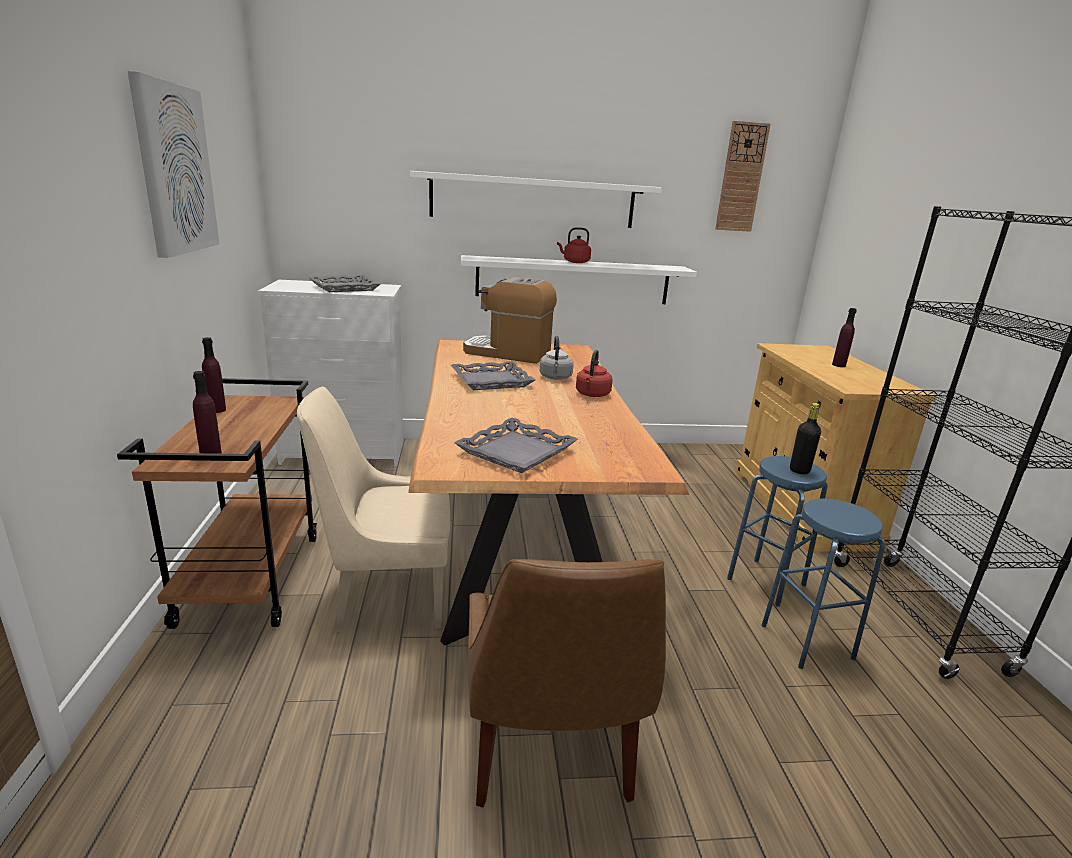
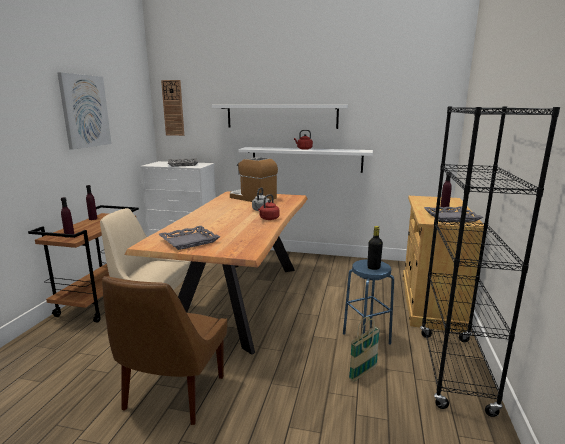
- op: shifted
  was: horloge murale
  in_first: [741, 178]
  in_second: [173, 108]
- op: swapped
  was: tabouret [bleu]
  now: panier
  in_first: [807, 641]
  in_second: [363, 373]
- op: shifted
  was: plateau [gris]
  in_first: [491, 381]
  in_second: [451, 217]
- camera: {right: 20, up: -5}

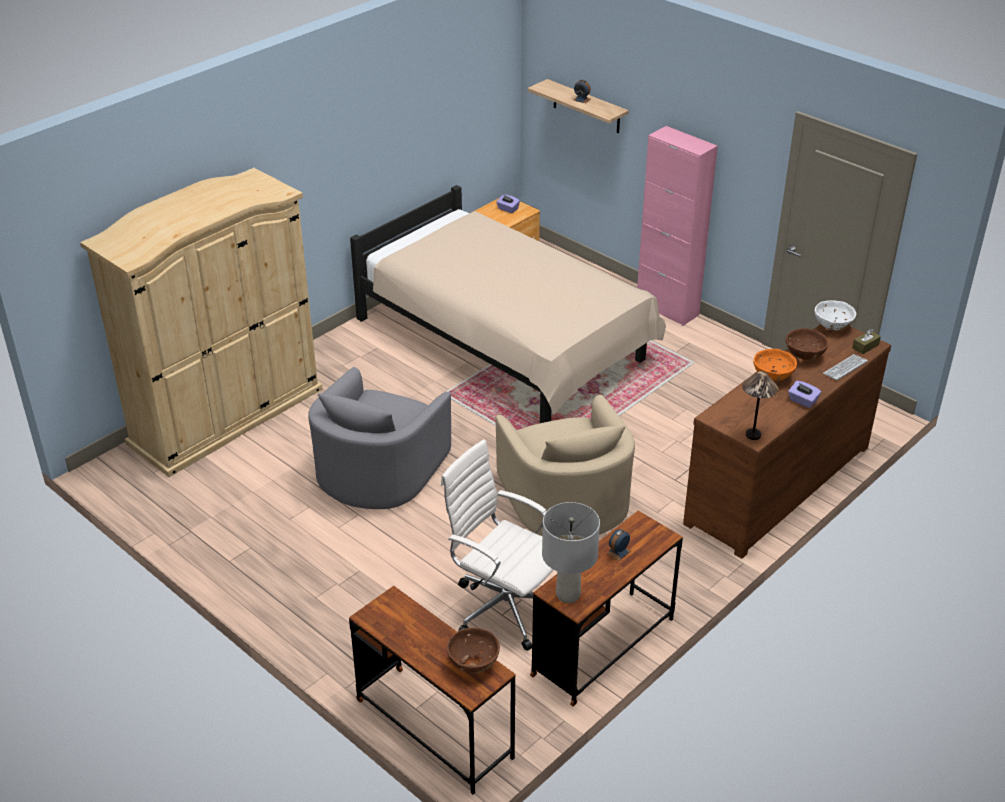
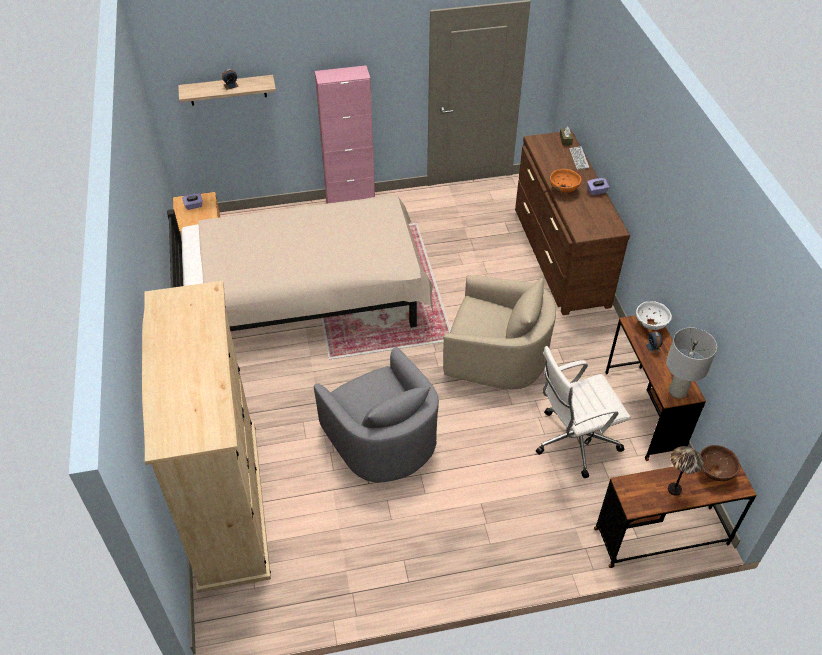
- op: shifted
  was: bol [blanc]
  in_first: [832, 327]
  in_second: [650, 324]
- op: shifted
  was: lampe de table
  in_first: [753, 435]
  in_second: [674, 489]
- op: gone
  was: bol [marron]
  in_first: [804, 356]
- camera: {right: -55, up: 10}

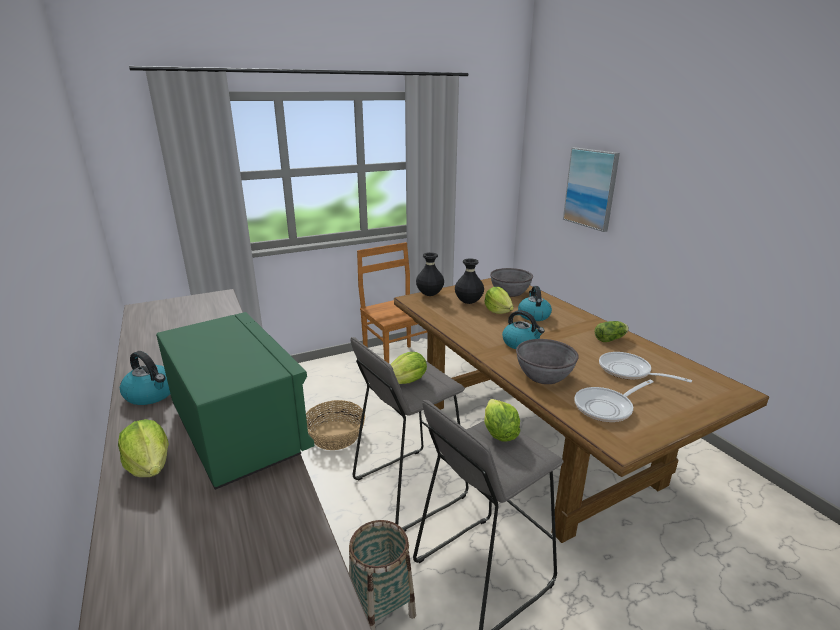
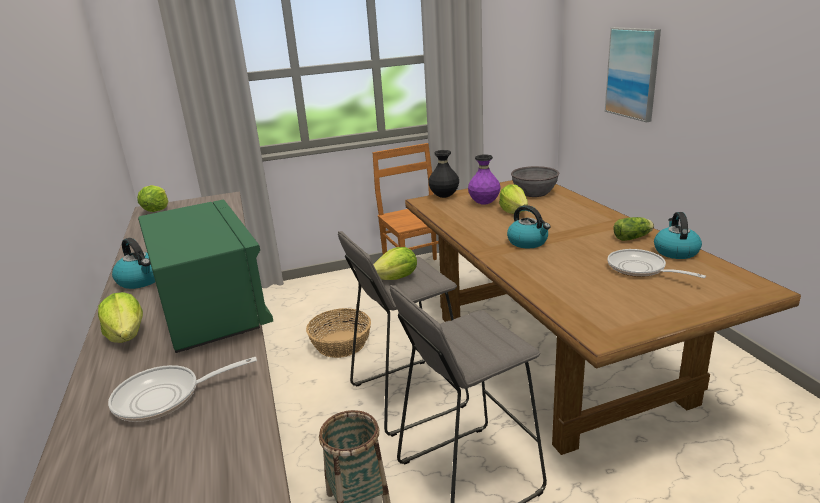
- op: shifted
  was: poêle
  in_first: [606, 407]
  in_second: [165, 397]
- op: shifted
  was: laitue
  in_first: [499, 434]
  in_second: [156, 210]
- op: repainted
  was: vase [noir]
  now: vase [violet]
  in_first: [468, 303]
  in_second: [484, 203]
- op: shifted
  was: bouilloire
  in_first: [533, 315]
  in_second: [675, 251]
- op: gone
  was: bol [gris]
  in_first: [544, 376]
- camera: {right: 10, up: 0}

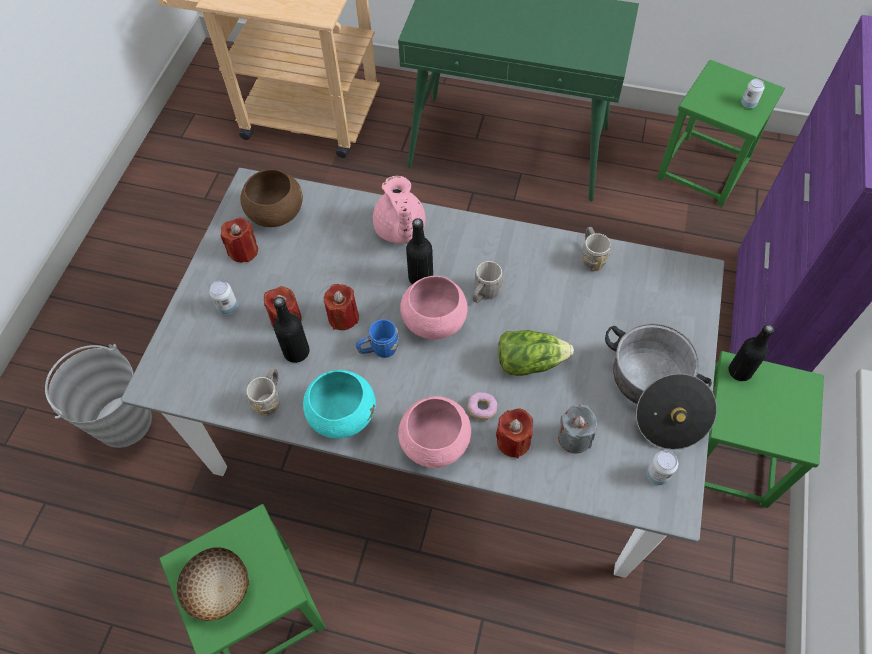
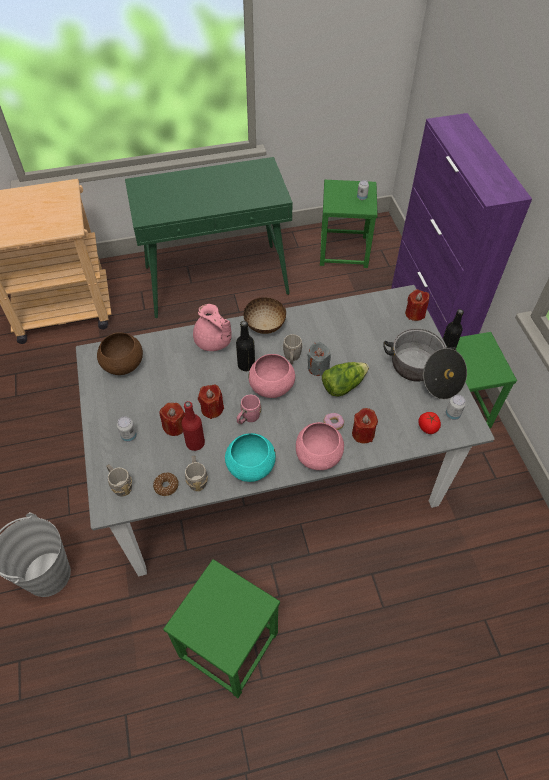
- op: shifted
  was: mug [gris]
  in_first: [591, 257]
  in_second: [120, 485]
- op: new
  now: beignet
  in_second: [166, 486]
- op: repainted
  was: bouteille [noir]
  now: bouteille [rouge]
  in_first: [296, 352]
  in_second: [195, 443]
- op: repainted
  was: mug [bleu]
  now: mug [rose]
  in_first: [379, 350]
  in_second: [248, 418]
- op: shifted
  was: bol
  in_first: [219, 591]
  in_second: [265, 326]
- op: shifted
  was: bougie [gris]
  in_first: [574, 437]
  in_second: [318, 367]
- op: shifted
  was: bougie [rouge]
  in_first: [243, 251]
  in_second: [415, 313]
- op: new
  now: tomate
  in_second: [428, 427]
- camera: {right: -30, up: -5}

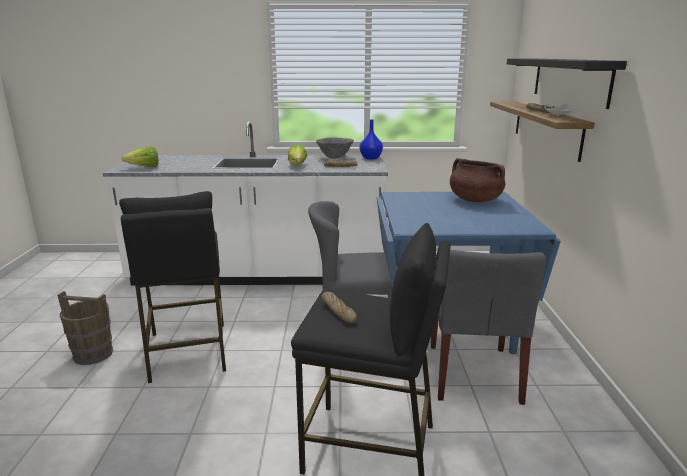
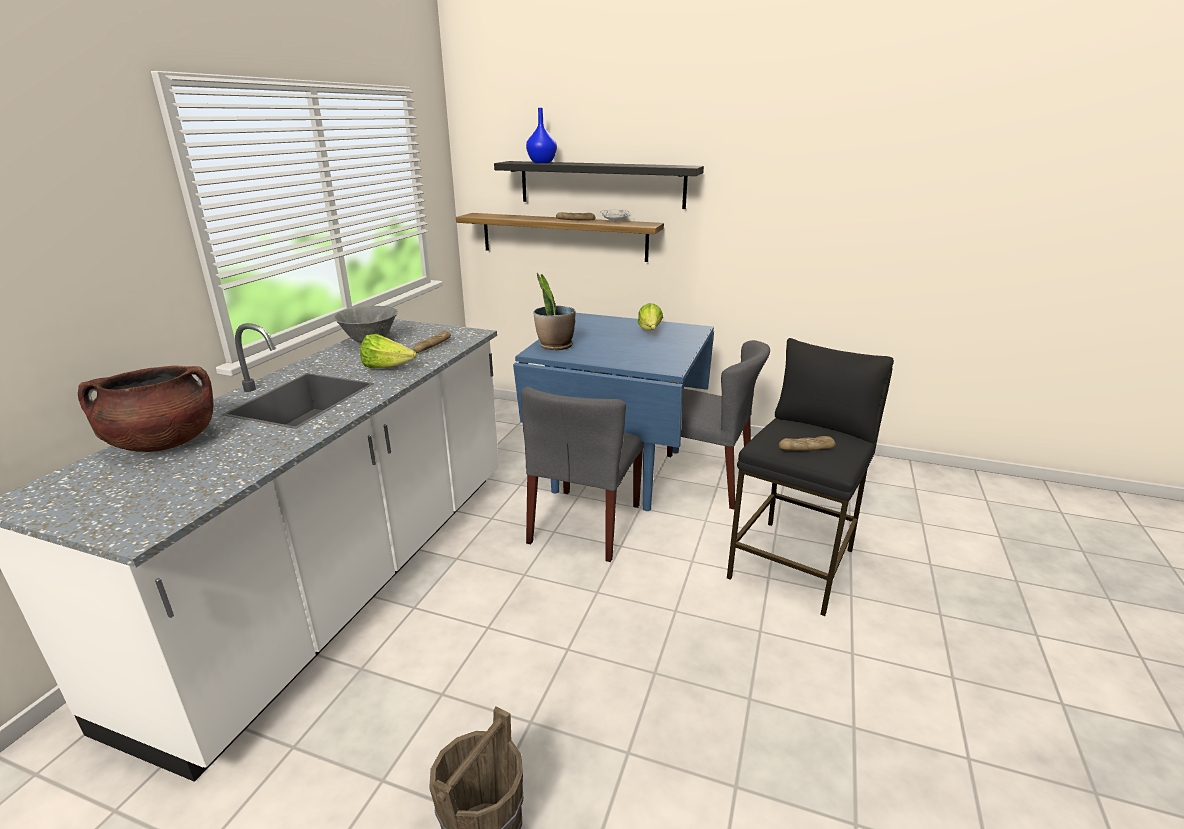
- op: shifted
  was: marmite [marron]
  in_first: [474, 200]
  in_second: [164, 443]
- op: shifted
  was: vase [bleu]
  in_first: [370, 158]
  in_second: [542, 162]
- op: new
  now: plante en pot
  in_second: [555, 346]
- op: shifted
  was: laitue
  in_first: [145, 167]
  in_second: [650, 331]
- op: gone
  was: tabouret [noir]
  in_first: [187, 351]
- camera: {right: -70, up: 5}

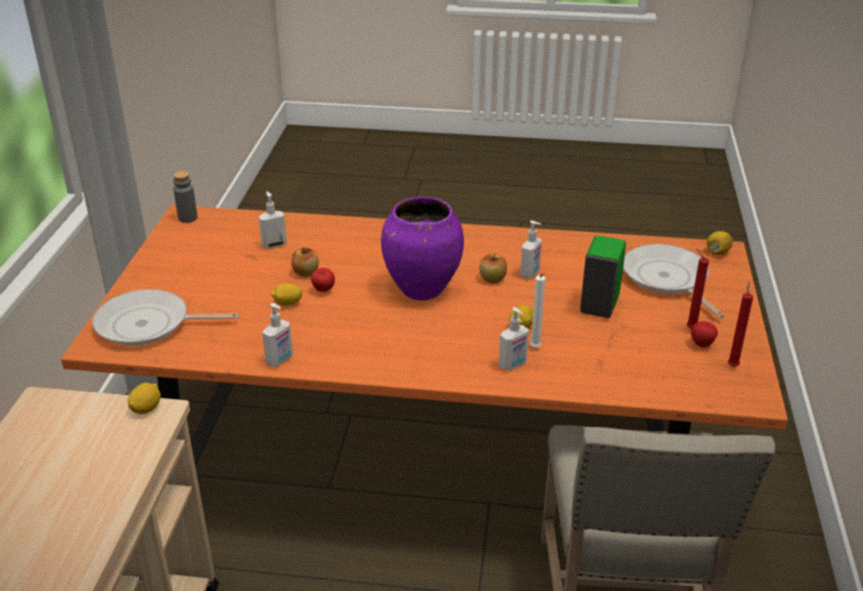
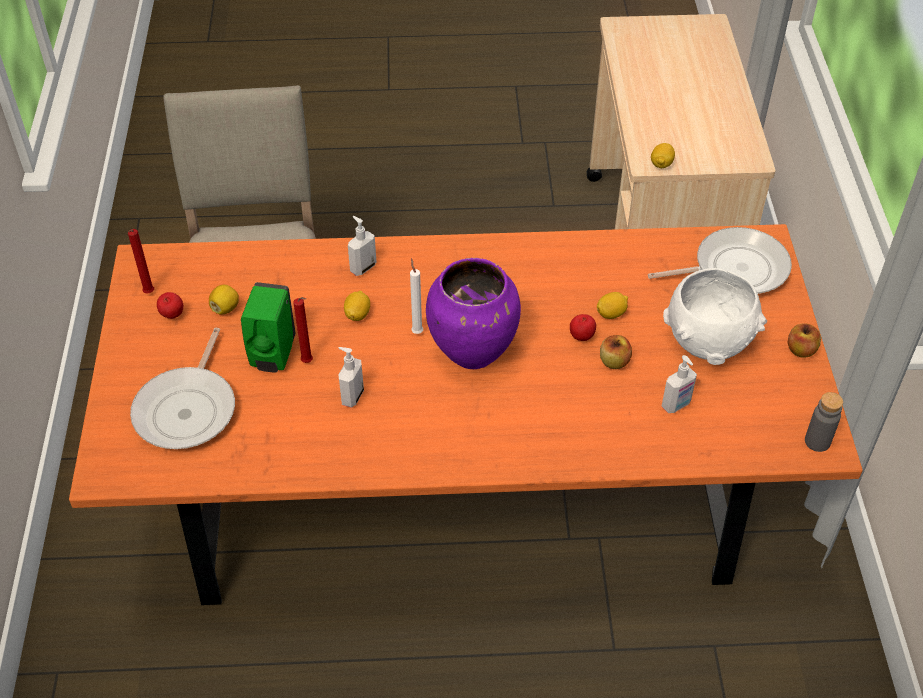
- op: rotated
  was: poêle
  in_first: [667, 279]
  in_second: [188, 409]
  clockwise: 45
- op: shifted
  was: citron
  in_first: [717, 252]
  in_second: [225, 308]
- op: shifted
  was: bougie [rouge]
  in_first: [689, 328]
  in_second: [308, 362]
- op: shifted
  was: bougie [blanc]
  in_first: [535, 348]
  in_second: [416, 331]
- op: new
  now: bol [blanc]
  in_second: [707, 341]
- op: shifted
  was: pomme
  in_first: [492, 279]
  in_second: [801, 350]
- op: gone
  was: distributeur de savon
  in_first: [280, 360]
- camera: {right: 170, up: 15}

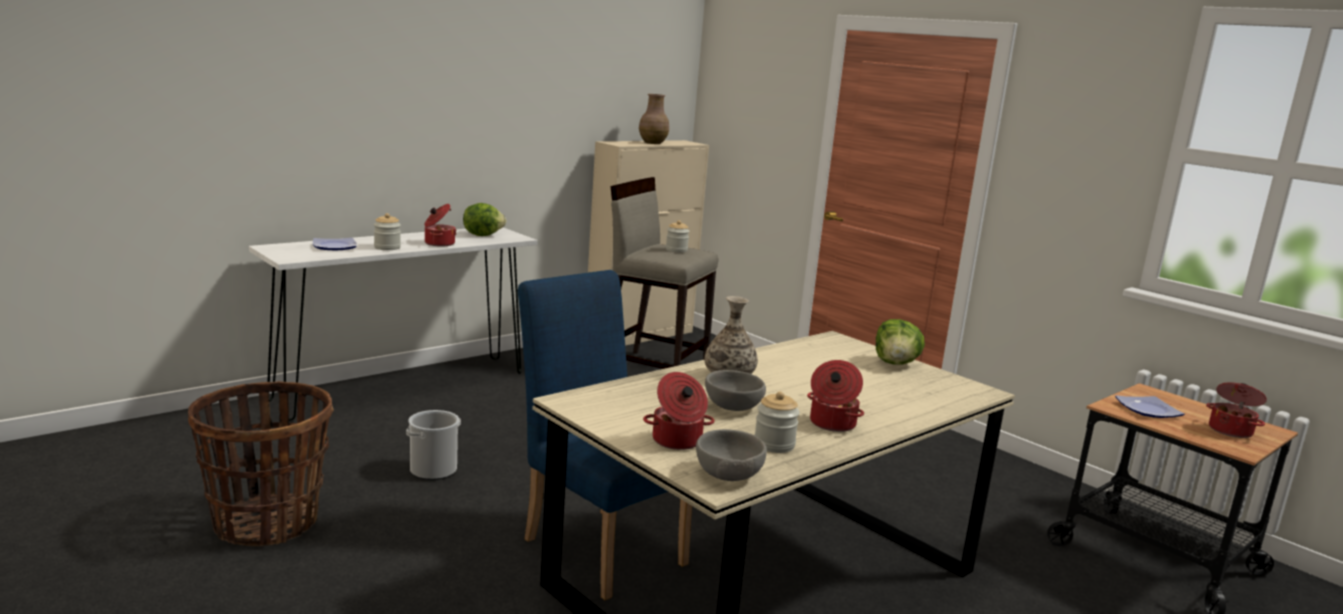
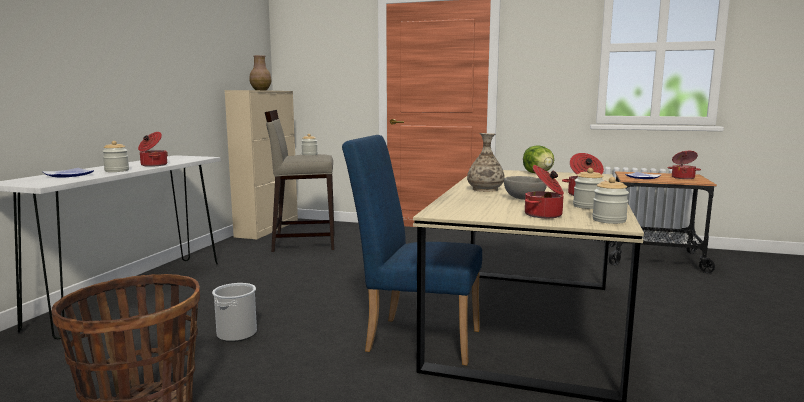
- op: swapped
  was: bol [gris]
  now: bocal
  in_first: [730, 474]
  in_second: [609, 220]
- op: gone
  was: laitue
  in_first: [482, 235]
- camera: {right: -30, up: -5}

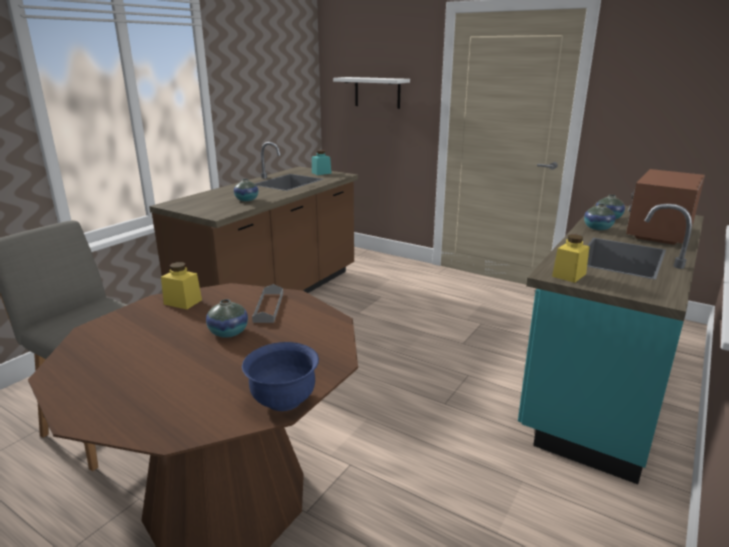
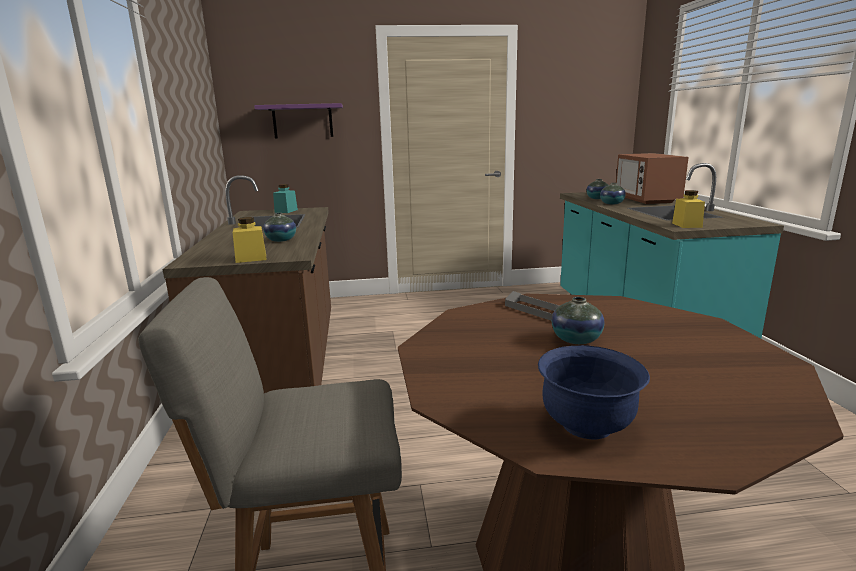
- op: shifted
  was: bocal [jaune]
  in_first: [183, 302]
  in_second: [251, 258]
- op: repainted
  was: étagère [blanc]
  now: étagère [violet]
  in_first: [377, 92]
  in_second: [302, 121]
- op: shifted
  was: bol [bleu]
  in_first: [283, 400]
  in_second: [586, 426]
- camera: {right: -40, up: -5}

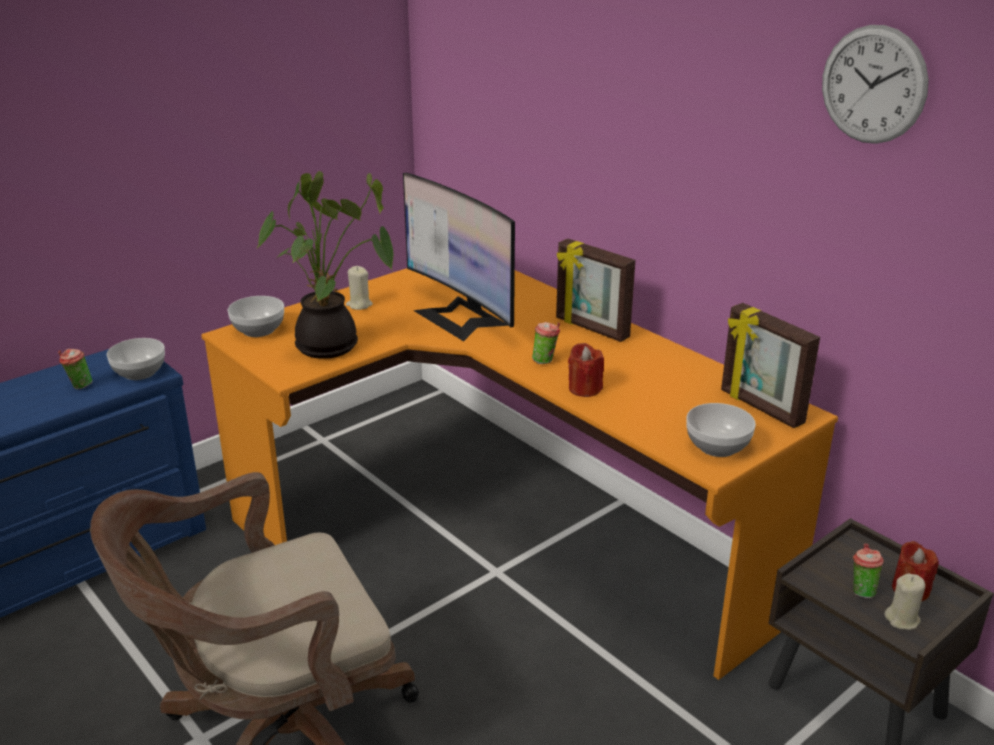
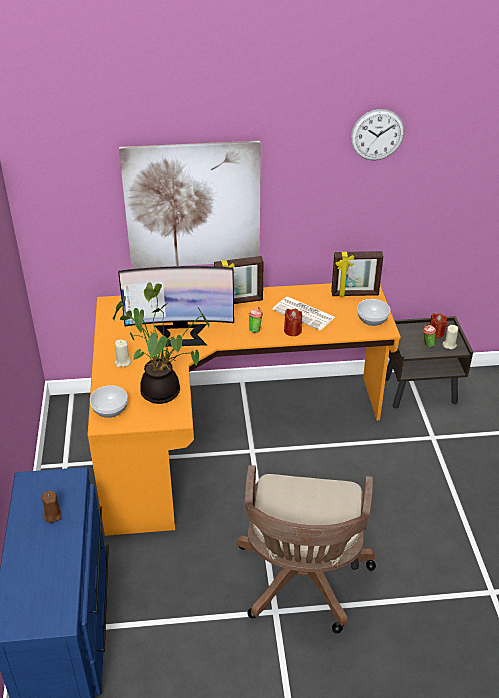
- op: swapped
  was: tasse
  now: bougie [marron]
  in_first: [79, 386]
  in_second: [52, 515]
- op: new
  now: tableau
  in_second: [193, 206]
- op: new
  now: journal
  in_second: [304, 314]
- op: gone
  was: bol
  in_first: [139, 373]
- camera: {right: -55, up: 10}

